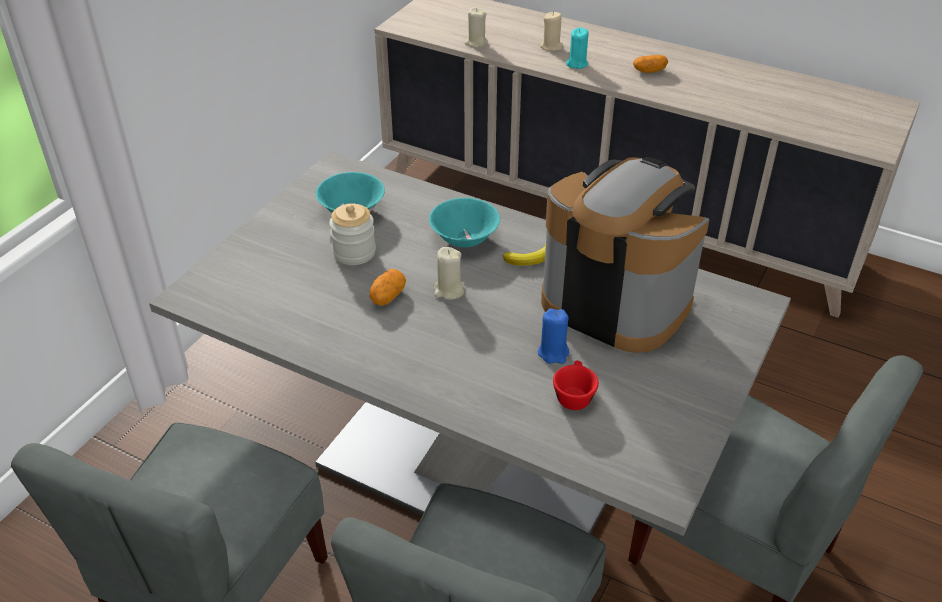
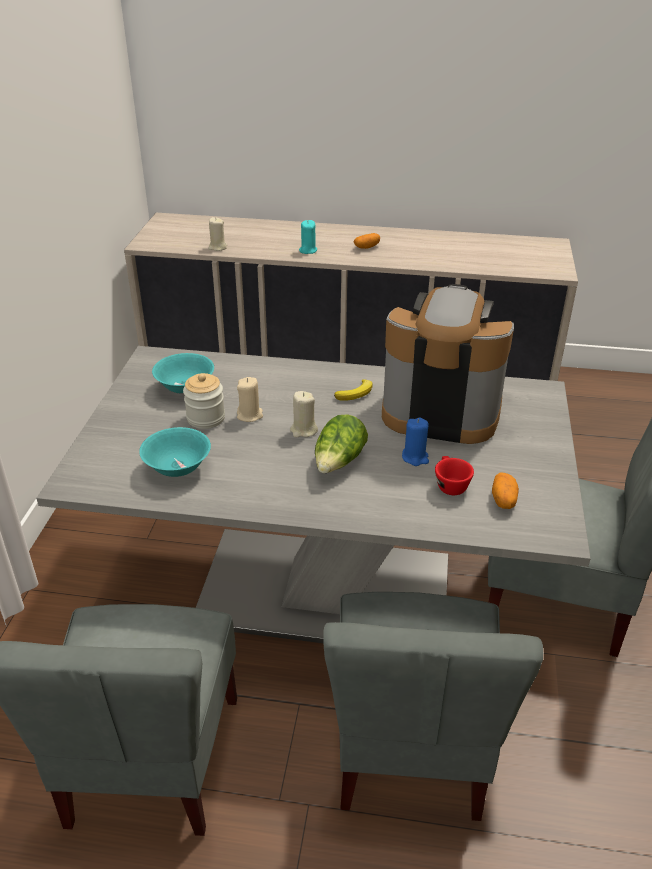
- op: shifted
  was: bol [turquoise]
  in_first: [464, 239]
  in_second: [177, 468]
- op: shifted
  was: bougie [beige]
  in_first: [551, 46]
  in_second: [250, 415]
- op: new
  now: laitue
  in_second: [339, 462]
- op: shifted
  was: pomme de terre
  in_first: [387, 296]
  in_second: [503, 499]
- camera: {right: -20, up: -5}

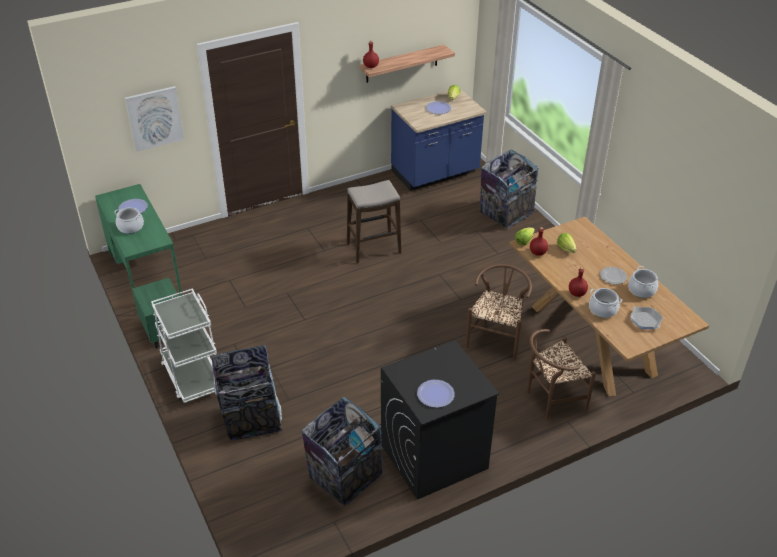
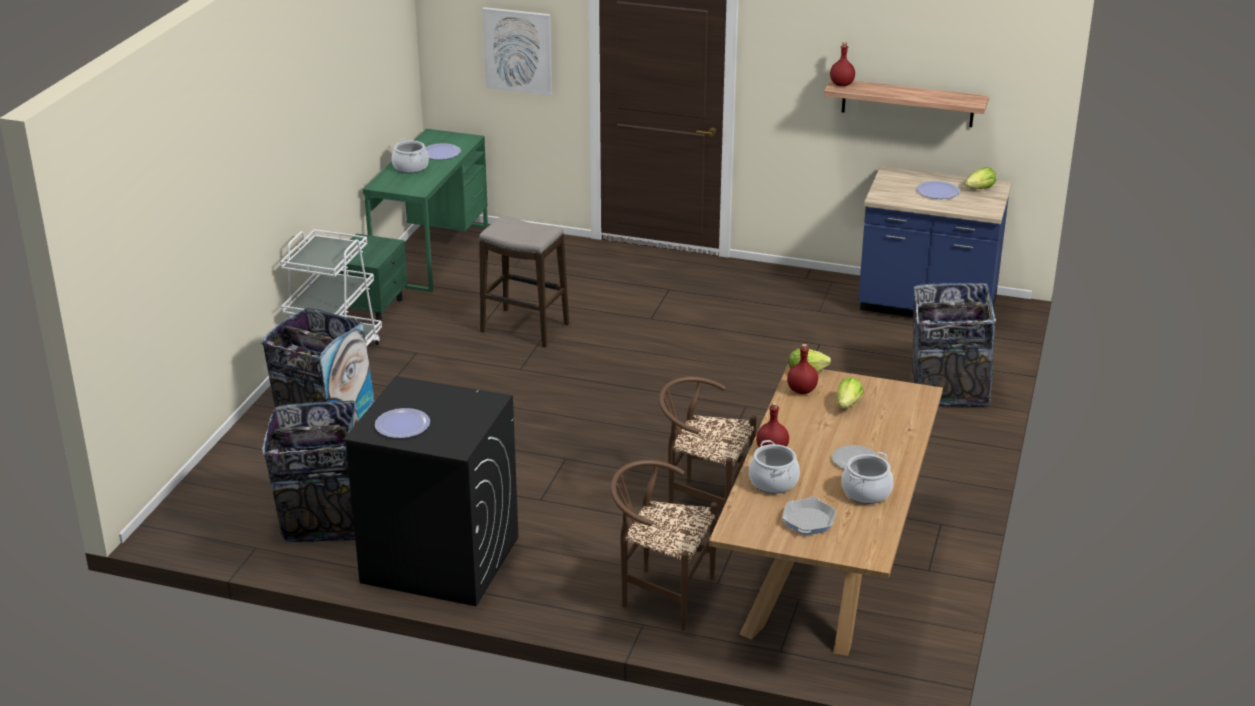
- op: shifted
  was: tabouret
  in_first: [373, 248]
  in_second: [524, 328]
- op: rotated
  was: chaise [marron]
  in_first: [496, 338]
  in_second: [703, 502]
  clockwise: -135
- camera: {right: 45, up: -10}

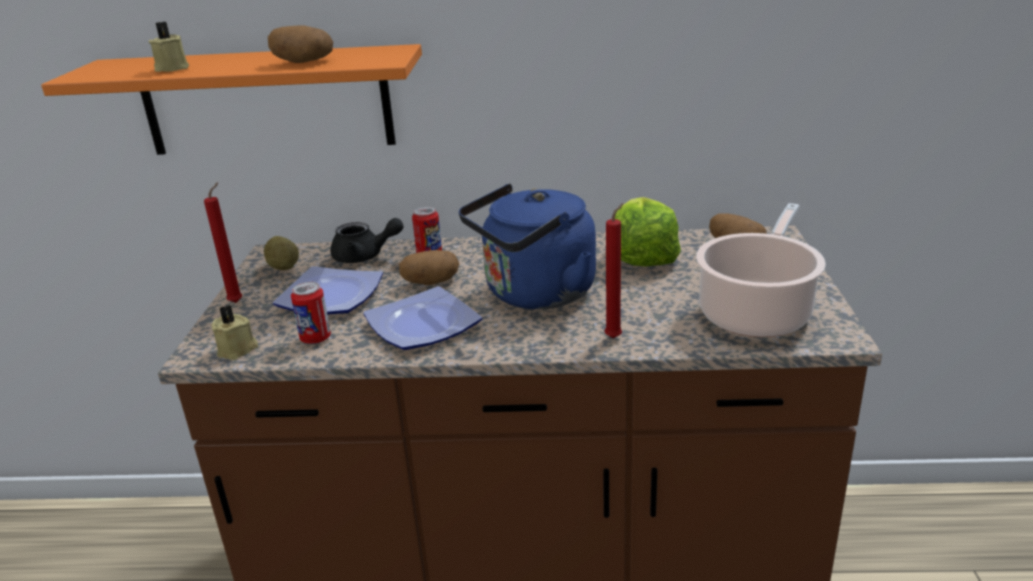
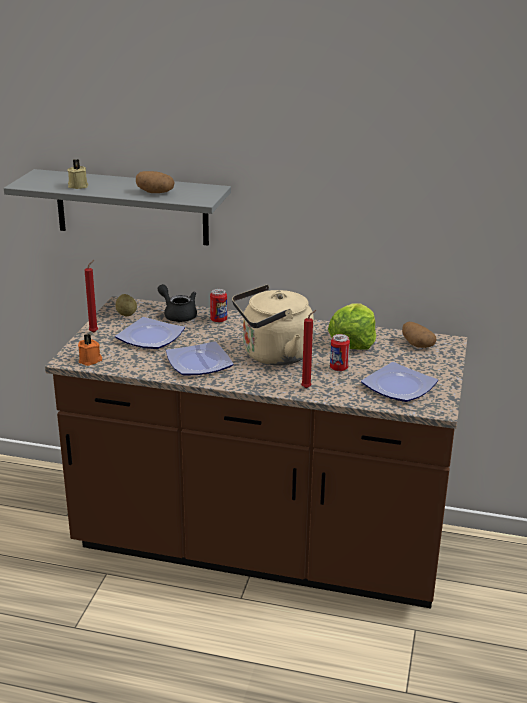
- op: repainted
  was: étagère [orange]
  now: étagère [gris]
  in_first: [266, 101]
  in_second: [132, 207]
- op: repainted
  was: bougie [beige]
  now: bougie [orange]
  in_first: [238, 350]
  in_second: [90, 360]
- op: rotated
  was: théière [noir]
  in_first: [364, 256]
  in_second: [178, 315]
  clockwise: -150
- op: repainted
  was: bouilloire [bleu]
  now: bouilloire [beige]
  in_first: [534, 294]
  in_second: [273, 355]
- op: shifted
  was: boîte métallique
  in_first: [315, 338]
  in_second: [338, 368]
- op: swapped
  was: marmite
  now: assiette
  in_first: [756, 312]
  in_second: [400, 387]
- op: gone
  was: pomme de terre
  in_first: [431, 282]
- camera: {right: 10, up: 0}

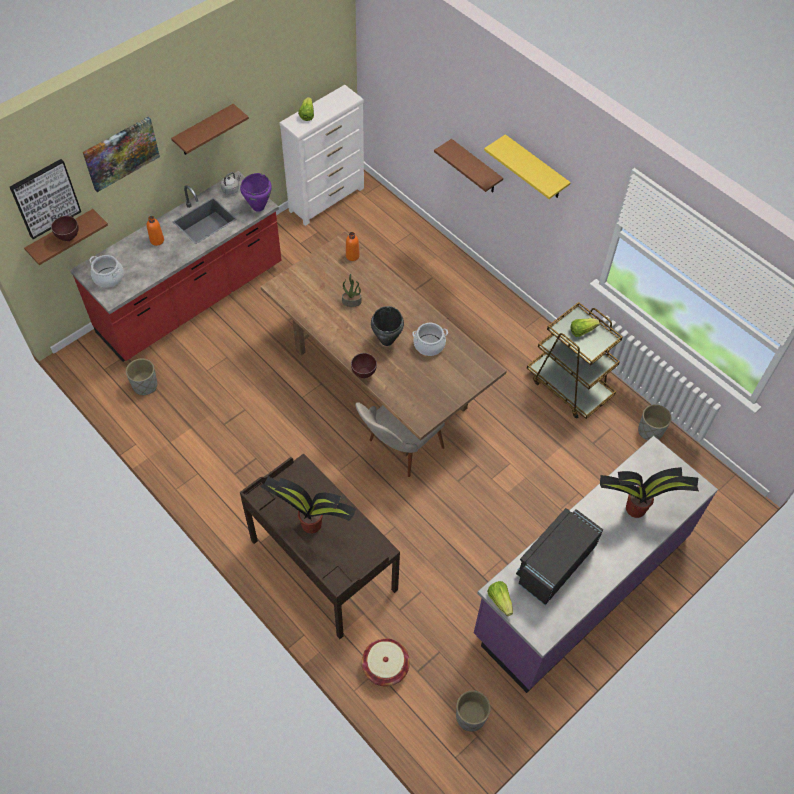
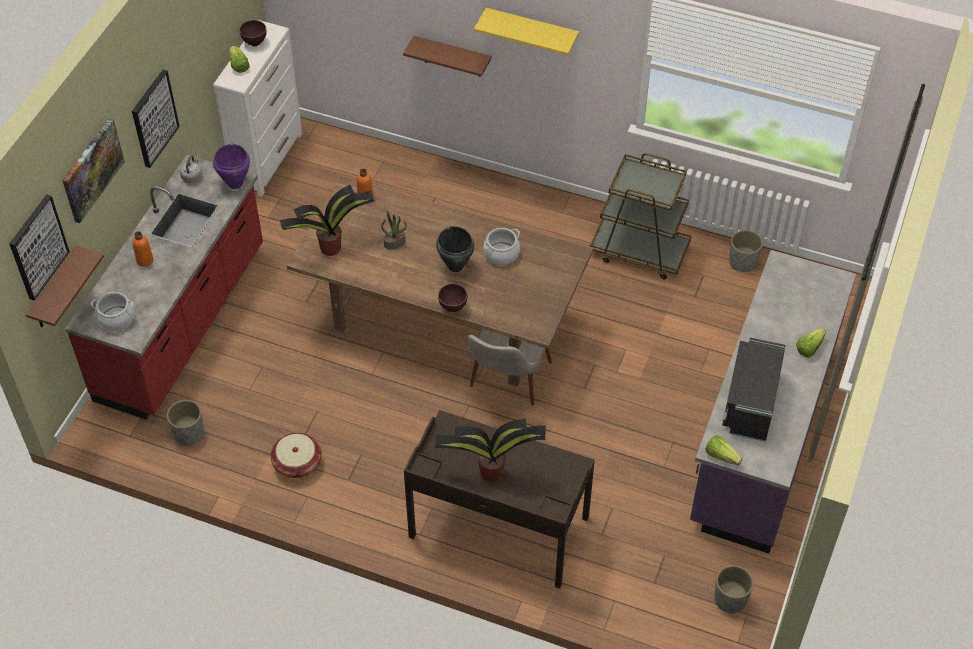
- op: swapped
  was: étagère [marron]
  now: tableau
  in_first: [204, 131]
  in_second: [154, 118]
- op: shifted
  was: bol [marron]
  in_first: [69, 238]
  in_second: [255, 44]
- op: shifted
  was: panier
  in_first: [385, 666]
  in_second: [297, 463]
- op: shifted
  was: plante en pot
  in_first: [637, 508]
  in_second: [332, 247]
- op: shifted
  was: laitue
  in_first: [582, 331]
  in_second: [809, 348]
- camera: {right: -25, up: -5}

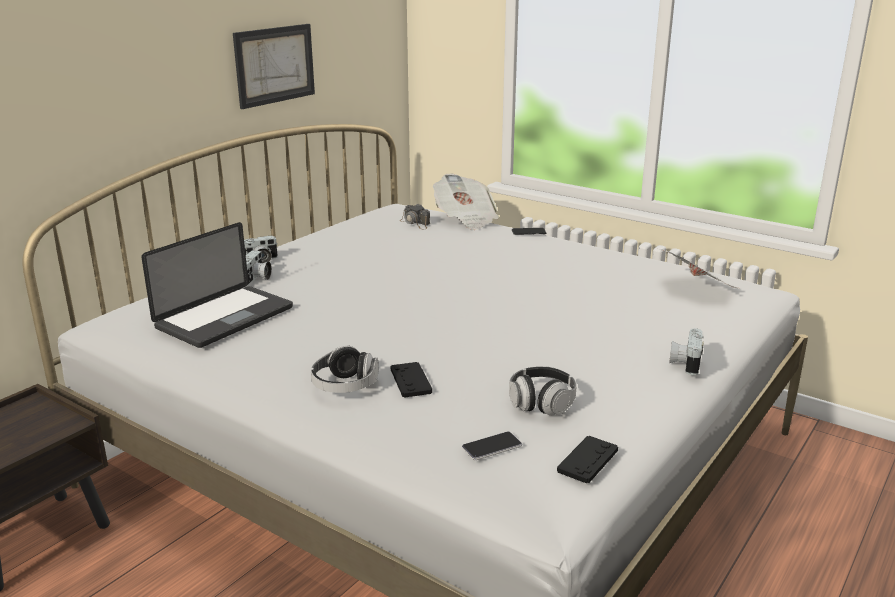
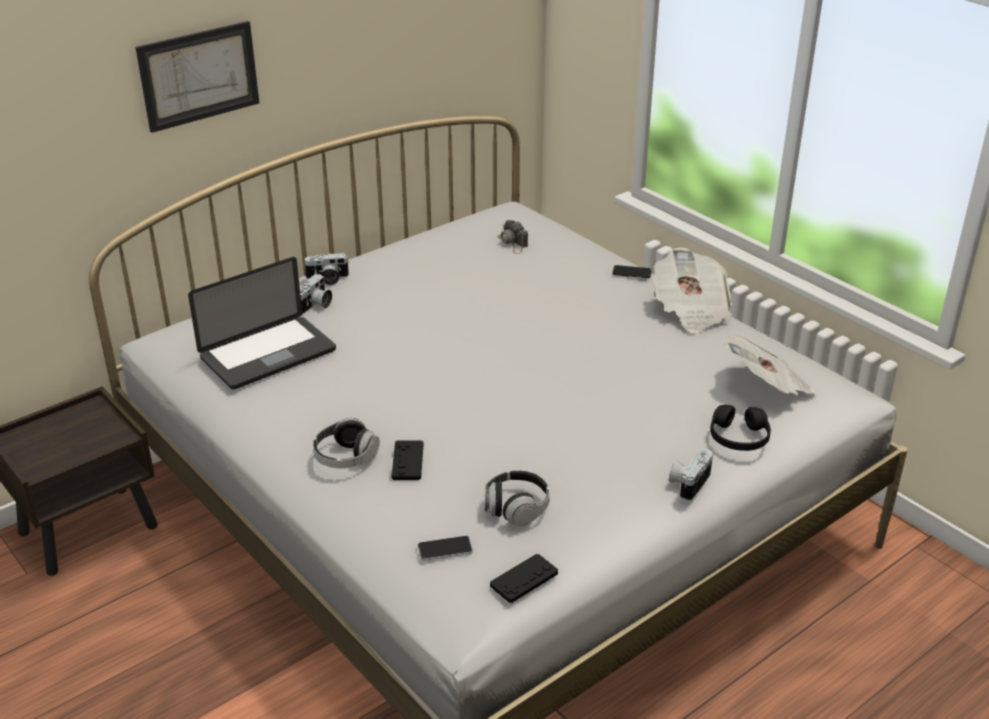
- op: shifted
  was: tableau
  in_first: [274, 65]
  in_second: [199, 75]
- op: shifted
  was: journal
  in_first: [465, 219]
  in_second: [690, 310]
- op: new
  now: casque audio [noir]
  in_second: [739, 437]
- camera: {right: 15, up: 10}

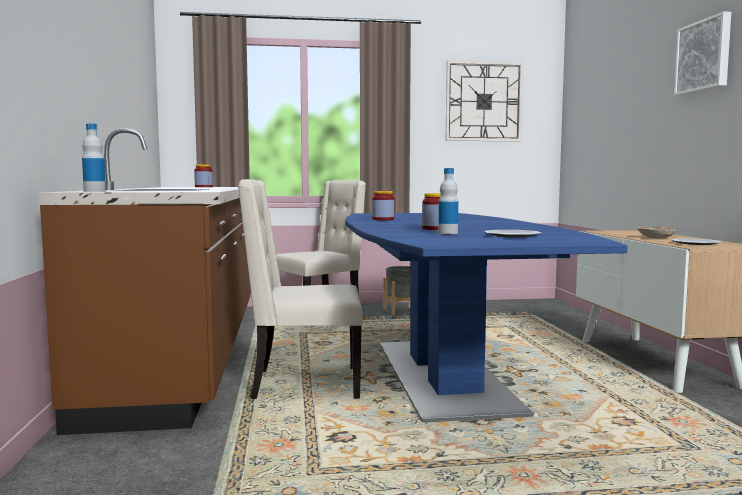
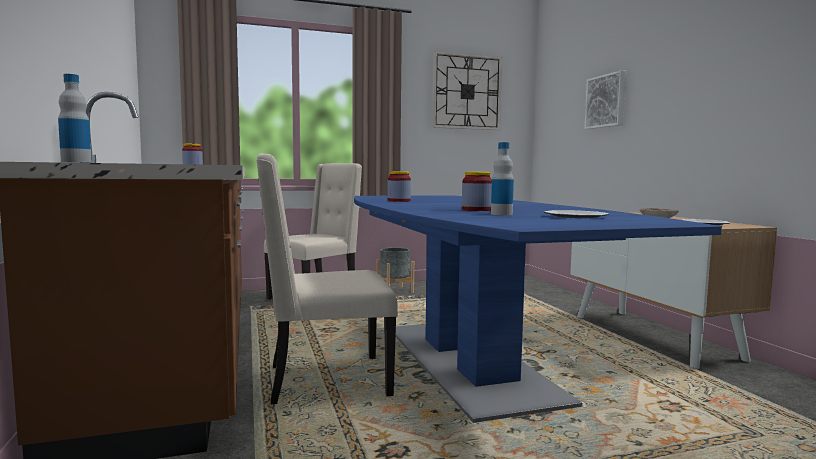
- op: shifted
  was: tableau
  in_first: [704, 56]
  in_second: [606, 101]
- camera: {right: -10, up: 0}

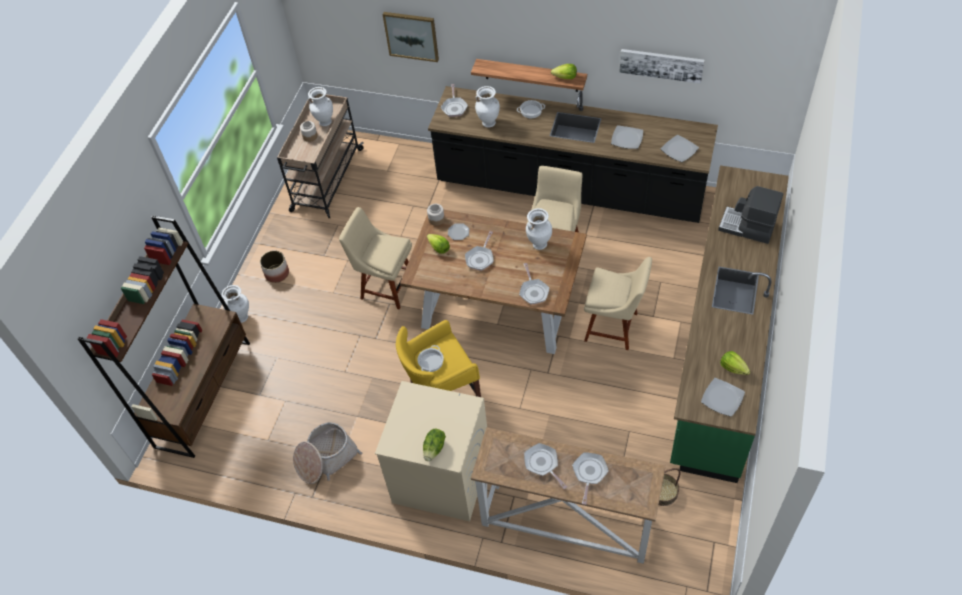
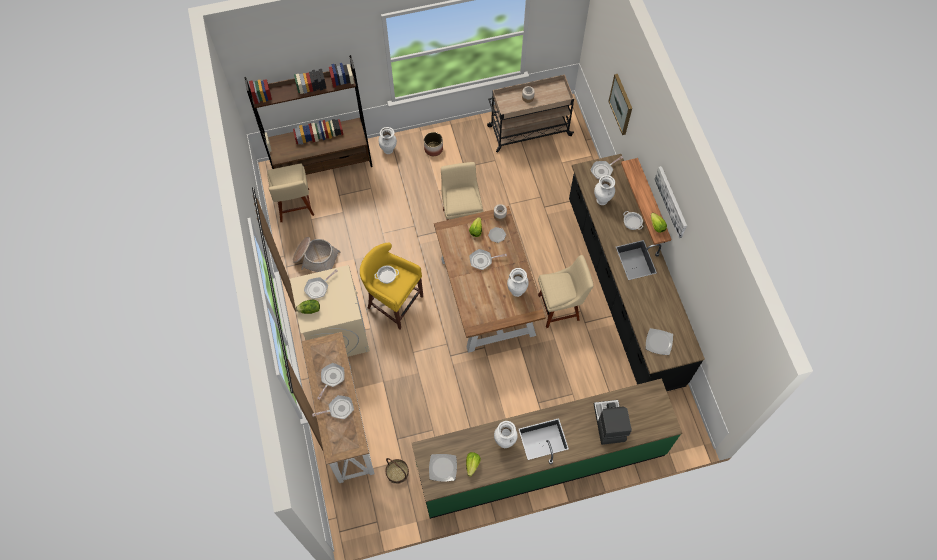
- op: shifted
  was: chaise [beige]
  in_first: [614, 327]
  in_second: [295, 207]
- op: shifted
  was: poêle
  in_first: [533, 291]
  in_second: [318, 288]
- op: shifted
  was: vase [blanc]
  in_first: [325, 122]
  in_second: [505, 441]
- op: shifted
  was: tableau
  in_first: [661, 64]
  in_second: [671, 201]
- op: gone
  was: assiette
  in_first: [627, 138]
- camera: {right: 55, up: 10}

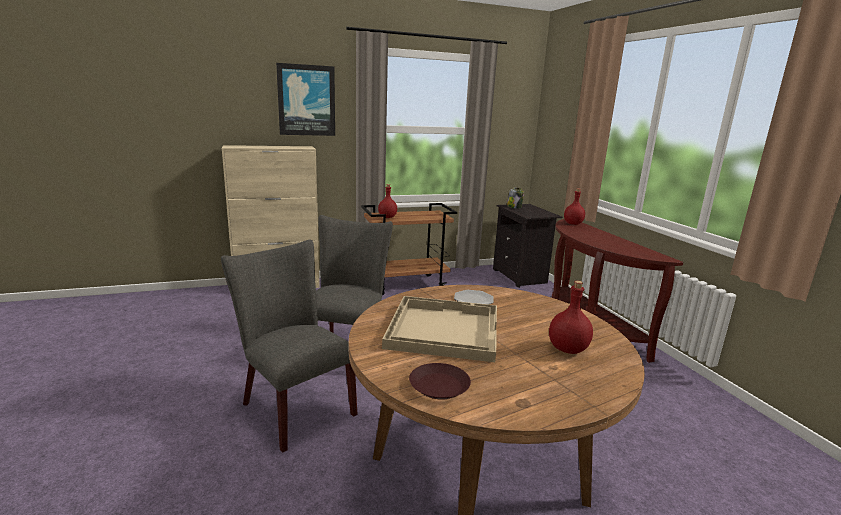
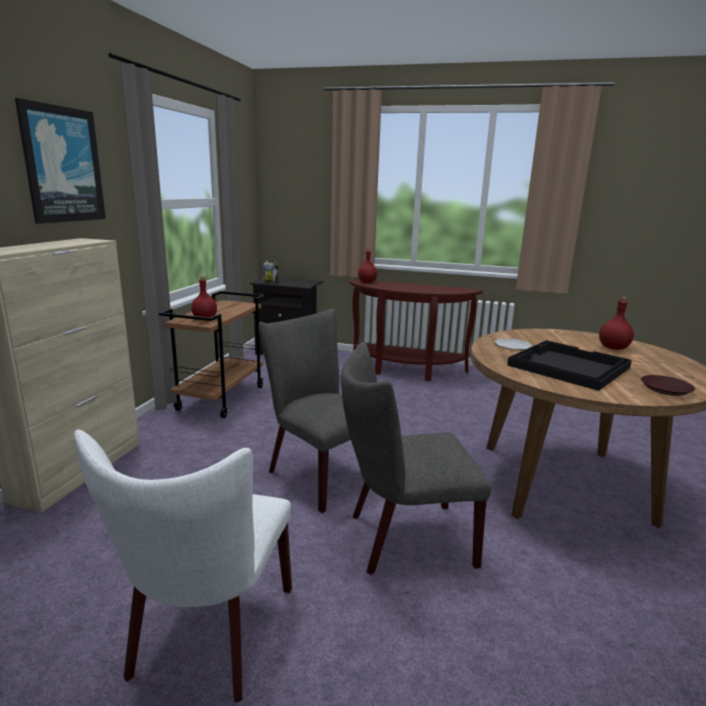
- op: new
  now: chaise [blanc]
  in_second: [208, 638]
- op: repainted
  was: plateau [beige]
  now: plateau [noir]
  in_first: [443, 329]
  in_second: [567, 366]
- camera: {right: -55, up: 0}

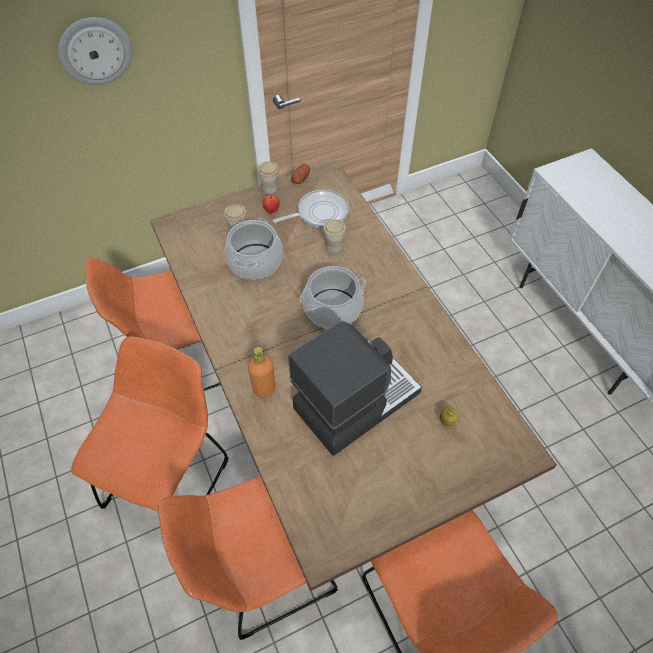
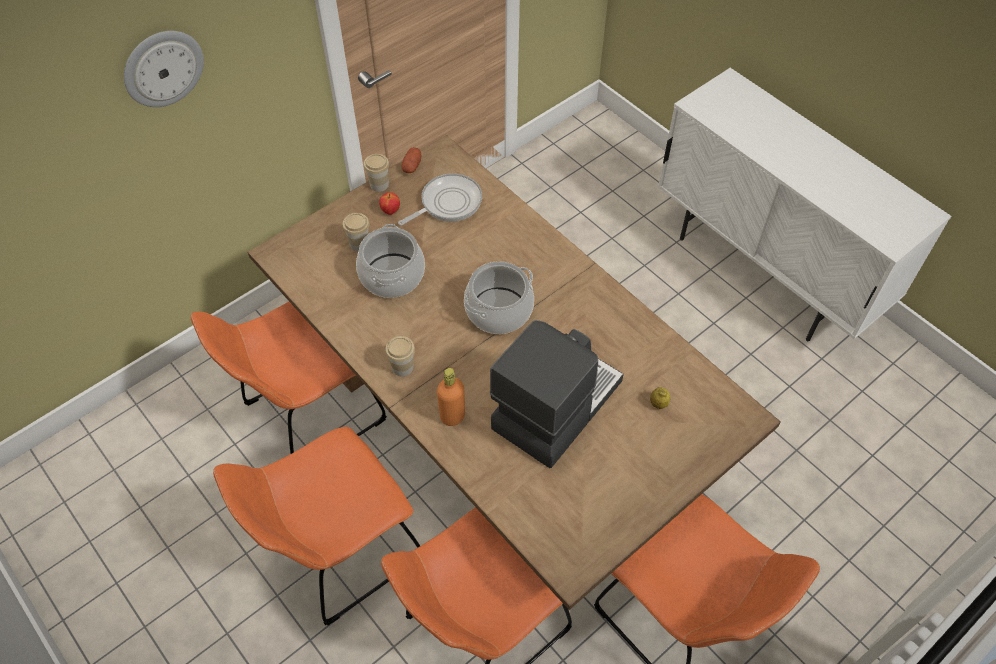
- op: rotated
  was: chaise [orange]
  in_first: [170, 477]
  in_second: [338, 554]
  clockwise: -135
- op: shifted
  was: tasse
  in_first: [334, 246]
  in_second: [402, 367]
- camera: {right: -15, up: 0}

